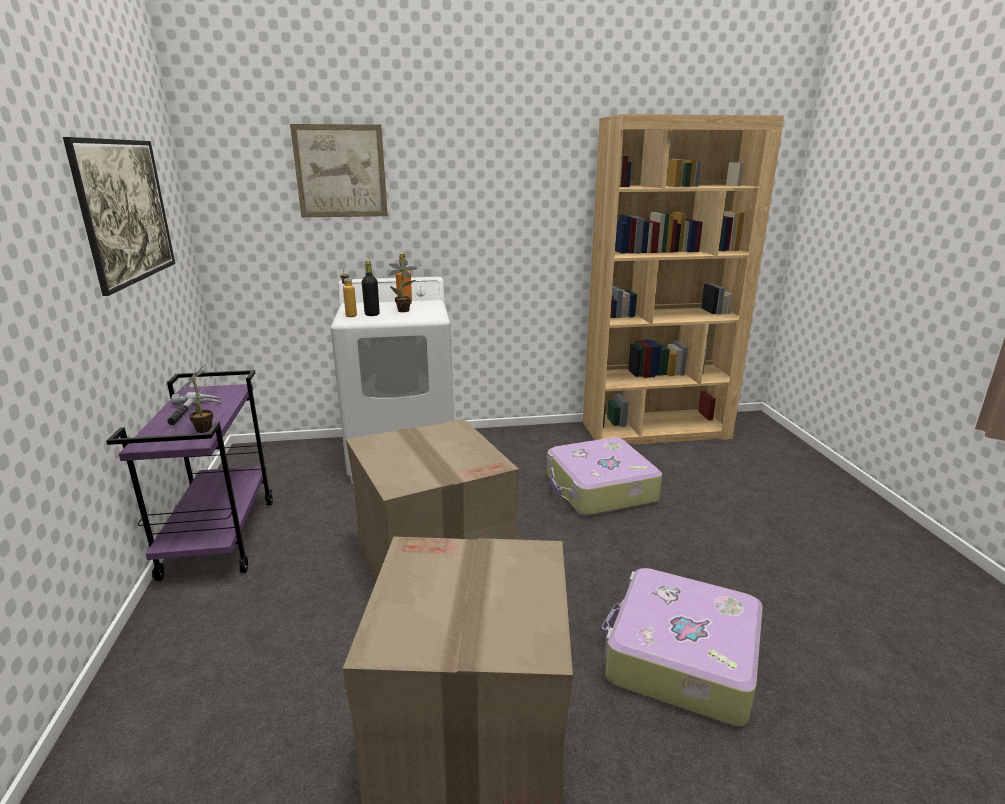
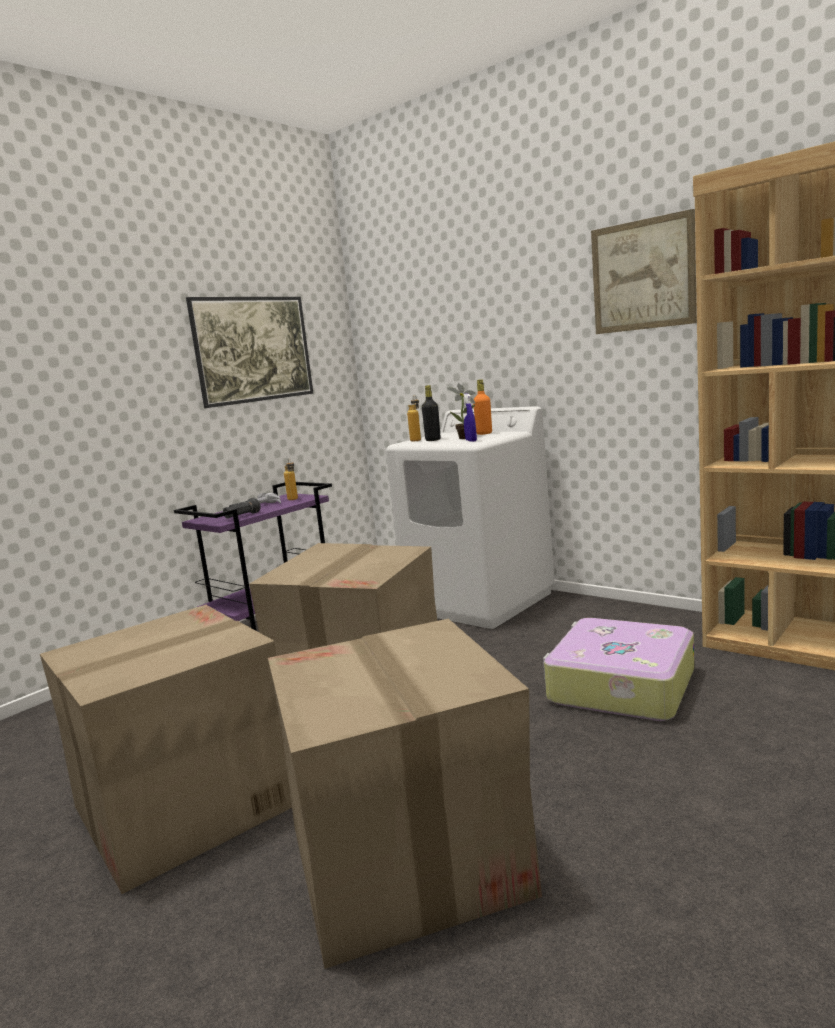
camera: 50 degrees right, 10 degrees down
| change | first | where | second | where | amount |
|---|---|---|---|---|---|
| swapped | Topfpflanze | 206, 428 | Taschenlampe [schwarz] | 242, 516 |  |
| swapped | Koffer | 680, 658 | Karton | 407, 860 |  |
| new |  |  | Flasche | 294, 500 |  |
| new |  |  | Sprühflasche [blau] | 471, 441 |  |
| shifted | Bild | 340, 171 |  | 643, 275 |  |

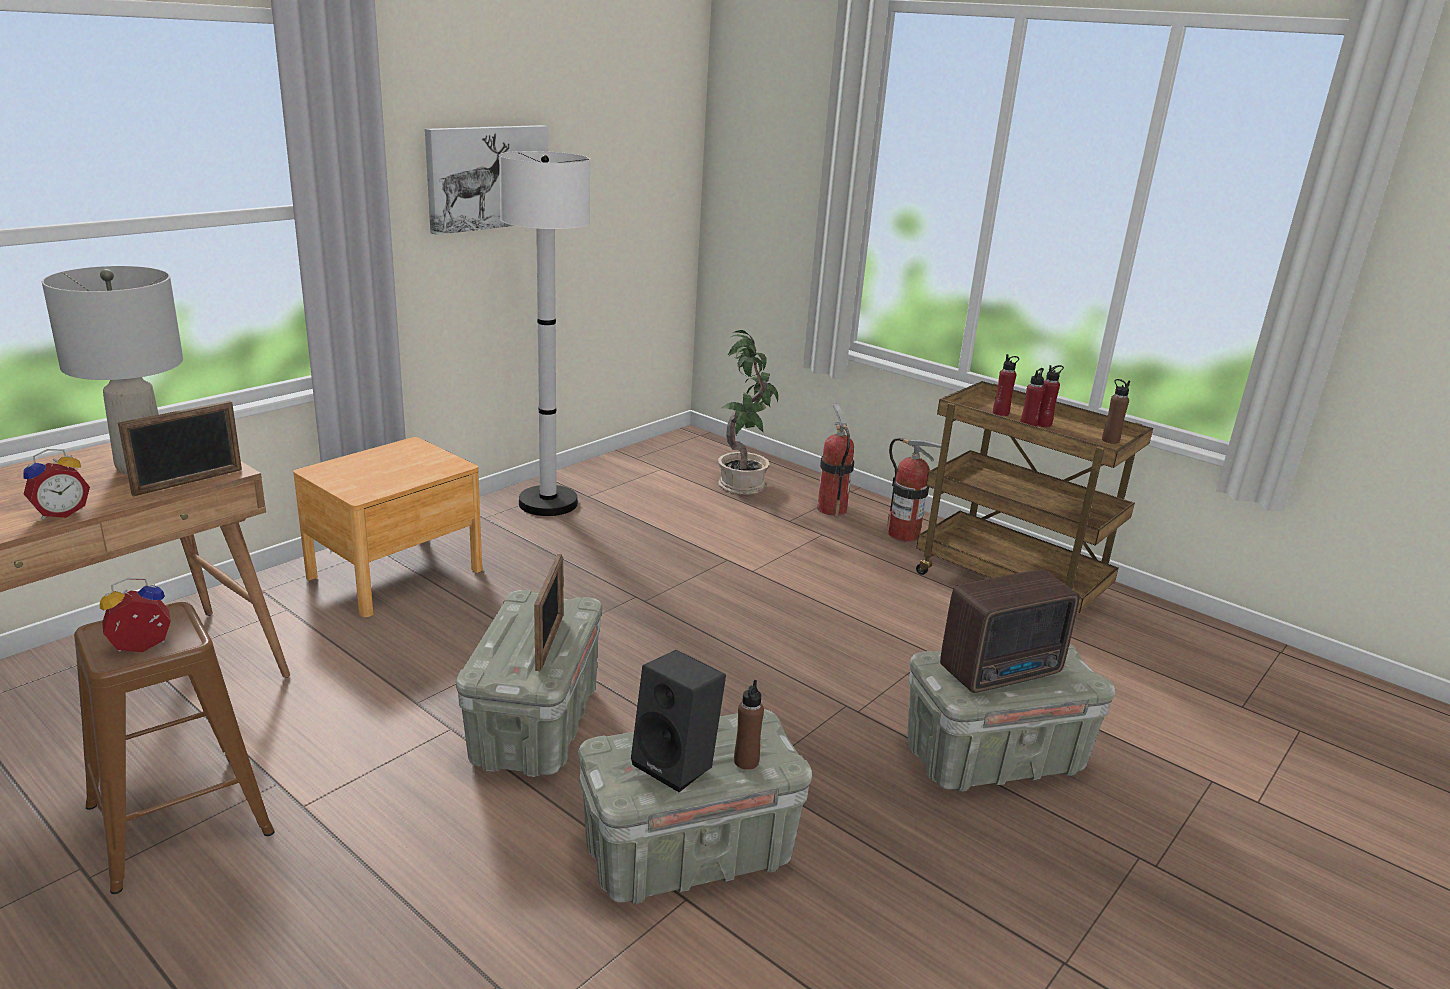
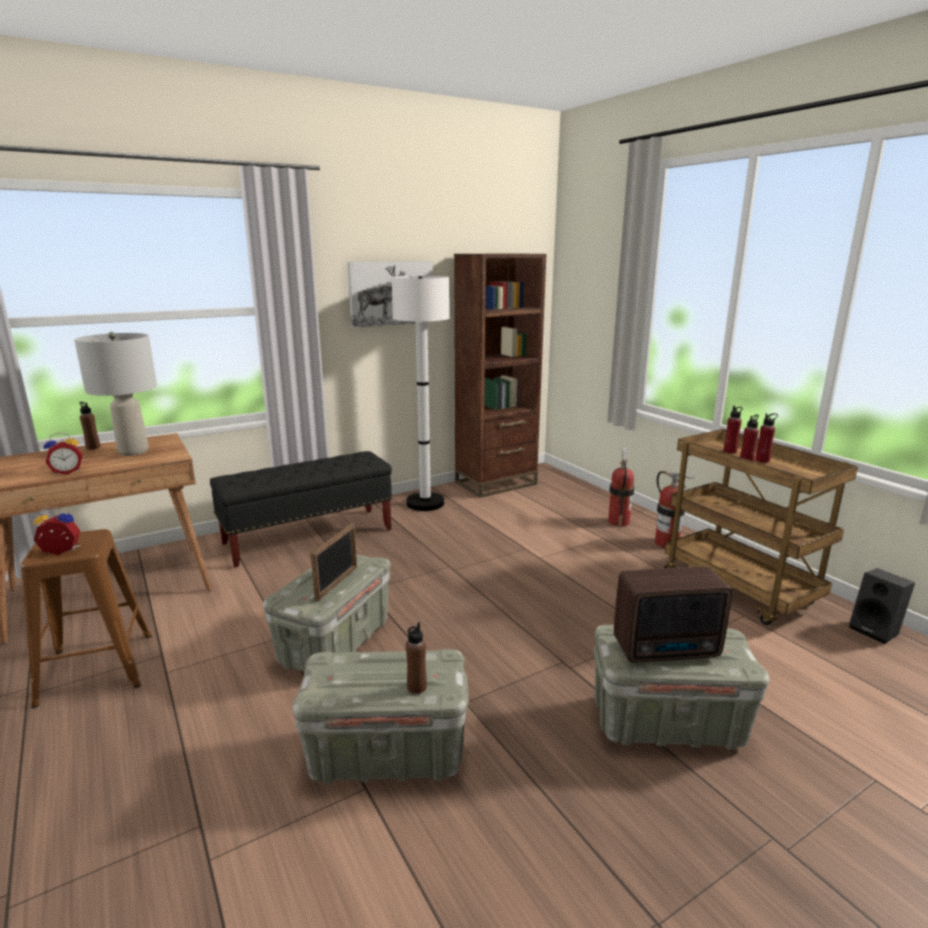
camera: 20 degrees right, 5 degrees down
| change | first | where | second | where | amount |
|---|---|---|---|---|---|
| shifted | Flasche [braun] | 1110, 440 |  | 93, 447 |  |
| swapped | Nachttisch [braun] | 395, 573 | Bank [schwarz] | 309, 537 |  |
| new |  |  | Bücherregal [braun] | 496, 483 |  |
| shifted | Lautsprecher [schwarz] | 678, 764 |  | 876, 630 |  |
| gone | Bilderrahmen | 188, 482 |  |  |  |
| gone | Topfpflanze | 743, 486 |  |  |  |

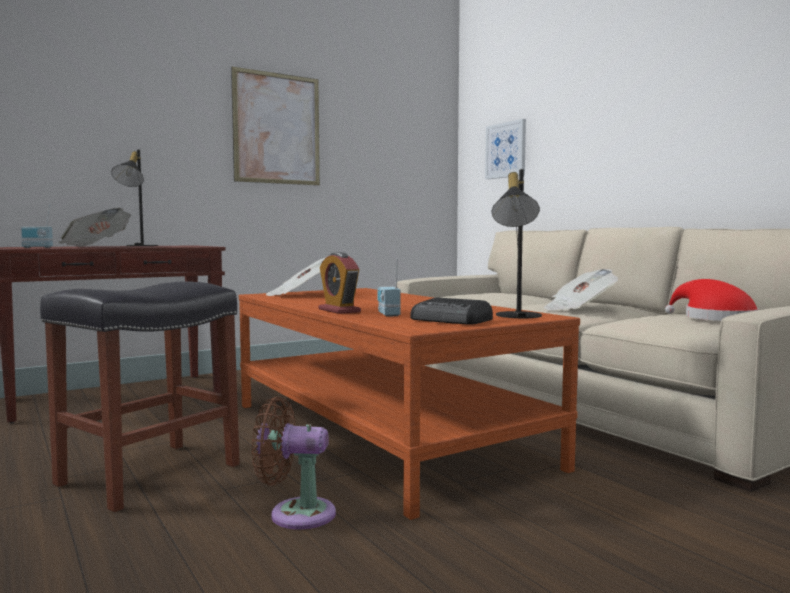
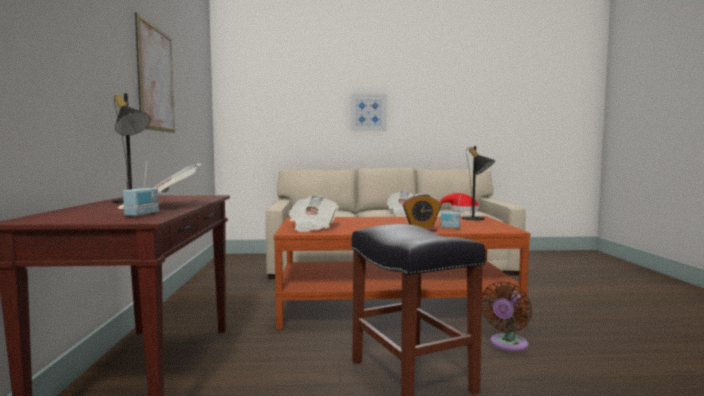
camera: 60 degrees left, 0 degrees up
| change | first | where | second | where | amount |
|---|---|---|---|---|---|
| shifted | Bild | 506, 150 |  | 368, 112 |  |
| gone | Radio | 451, 320 |  |  |  |

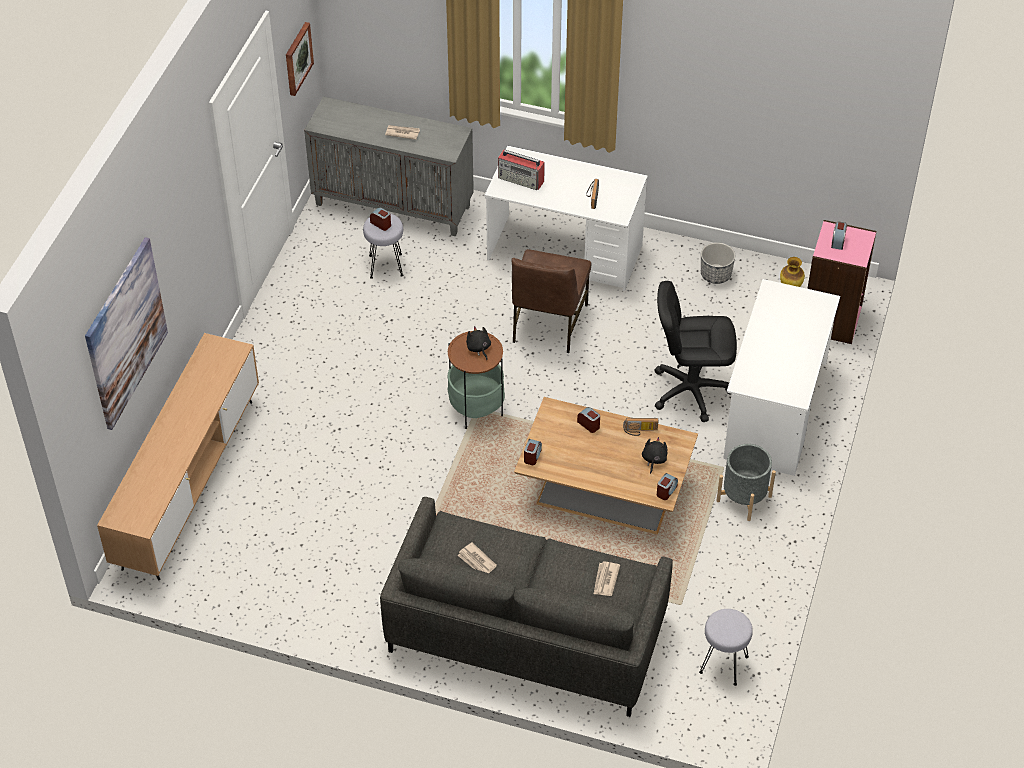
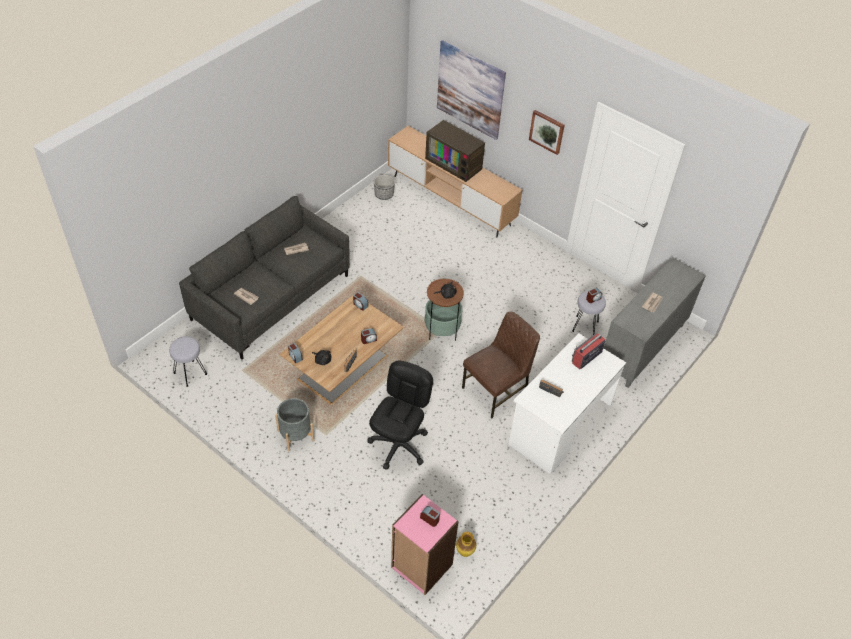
camera: 110 degrees right, 0 degrees up
| change | first | where | second | where | amount |
|---|---|---|---|---|---|
| shifted | Pflanzkübel | 715, 274 |  | 384, 195 |  |
| new |  |  | Fernseher | 455, 163 |  |
| rotated | Stuhl [braun] | 548, 324 |  | 496, 390 | 105 degrees clockwise |
| shifted | Bild | 297, 58 |  | 547, 131 |  |
| gone | Schreibtisch [weiß] | 775, 410 |  |  |  |

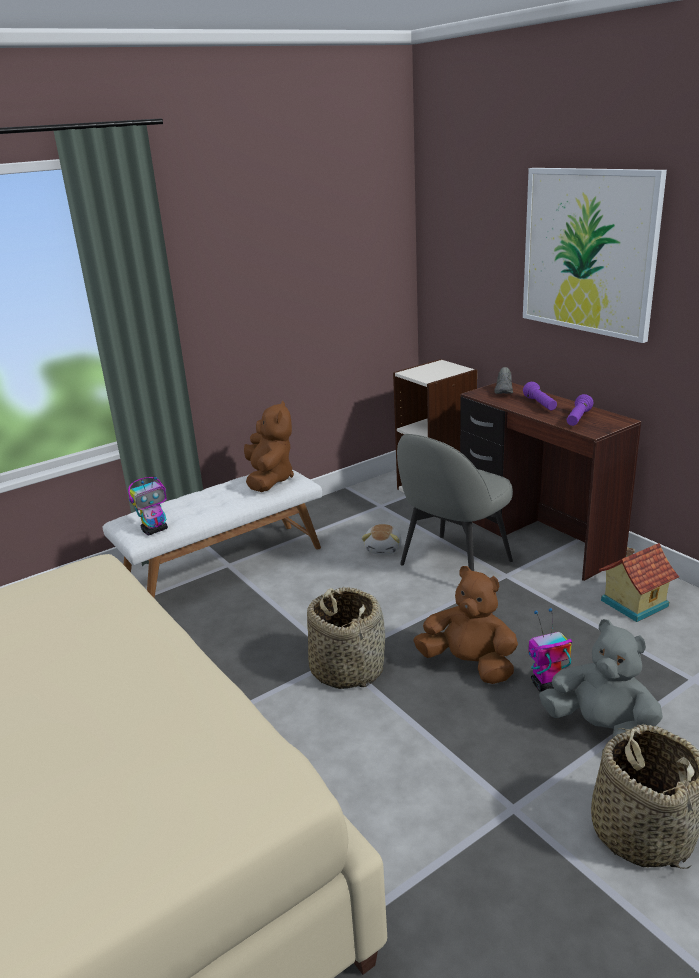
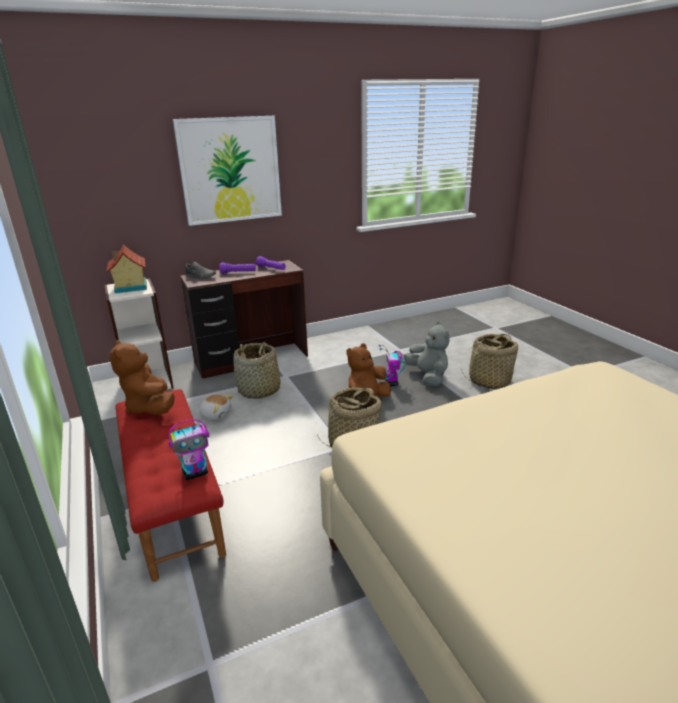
camera: 80 degrees left, 0 degrees up
| change | first | where | second | where | amount |
|---|---|---|---|---|---|
| shifted | Spielzeughaus | 632, 602 |  | 129, 287 |  |
| rotated | Plüschtier [braun] | 269, 479 |  | 150, 407 | 120 degrees counterclockwise |
| repainted | Bank [weiß] | 224, 567 | Bank [rot] | 172, 500 |  |
| rotated | Spielzeugroboter | 155, 530 |  | 196, 473 | 90 degrees clockwise |
| swapped | Stuhl [grau] | 453, 564 | Korb | 259, 390 |  |
| rotated | Plüschtier [grau] | 601, 730 |  | 428, 376 | 105 degrees clockwise |

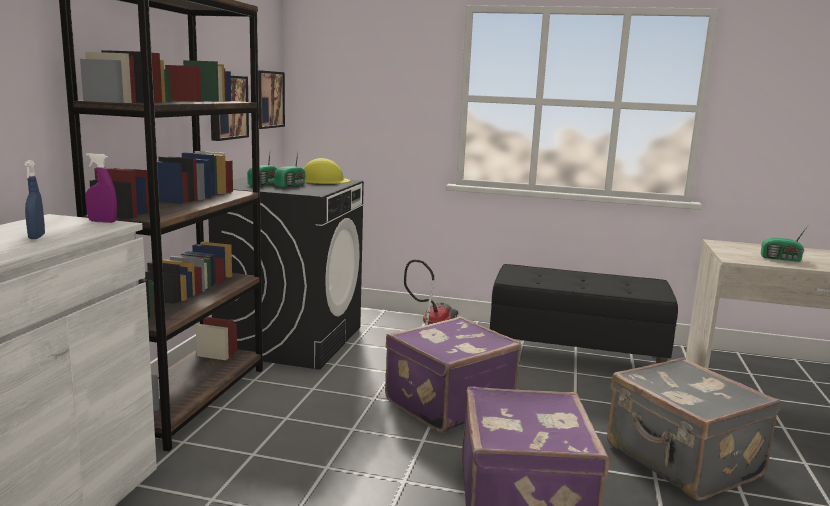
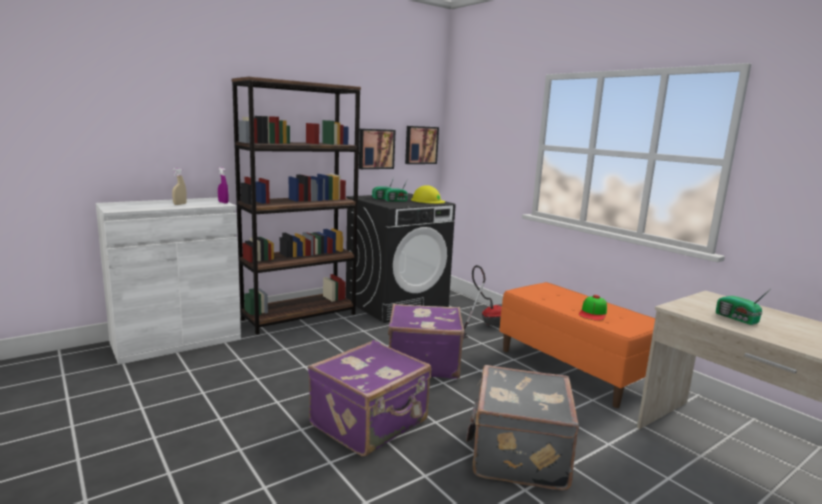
camera: 40 degrees right, 0 degrees up
| change | first | where | second | where | amount |
|---|---|---|---|---|---|
| repainted | Sprühflasche [blau] | 37, 237 | Sprühflasche [beige] | 180, 204 |  |
| repainted | Bank [schwarz] | 575, 356 | Bank [orange] | 573, 369 |  |
| new |  |  | Kappe | 593, 313 |  |

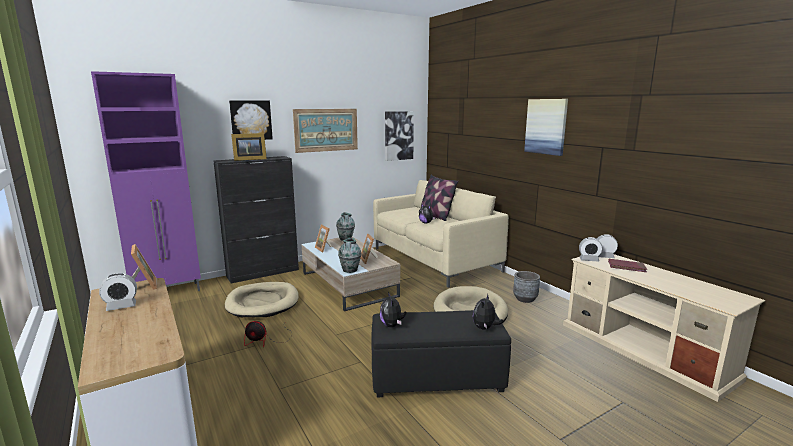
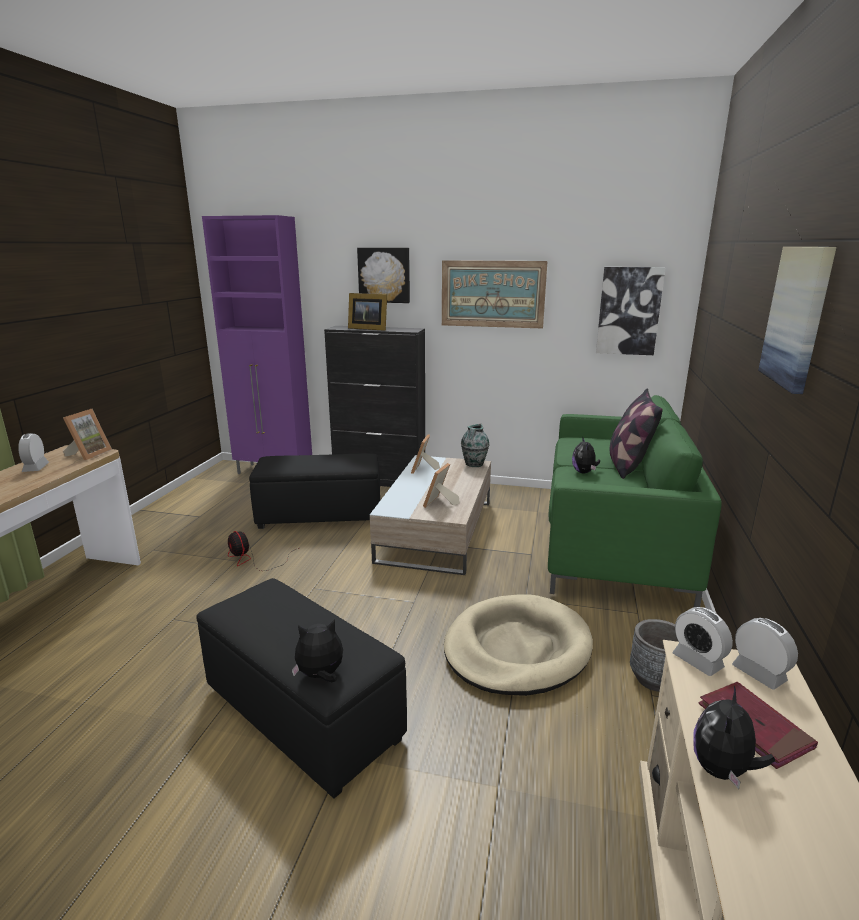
camera: 45 degrees right, 5 degrees up
| change | first | where | second | where | amount |
|---|---|---|---|---|---|
| rotated | Wecker | 121, 306 |  | 36, 468 | 60 degrees clockwise |
| swapped | Hundebett [beige] | 263, 302 | Polsterhocker [schwarz] | 321, 515 |  |
| repainted | Sofa [beige] | 434, 260 | Sofa [grün] | 613, 541 |  |
| shifted | Plüschtier | 392, 325 |  | 722, 770 |  |
| gone | Vase | 350, 270 |  |  |  |

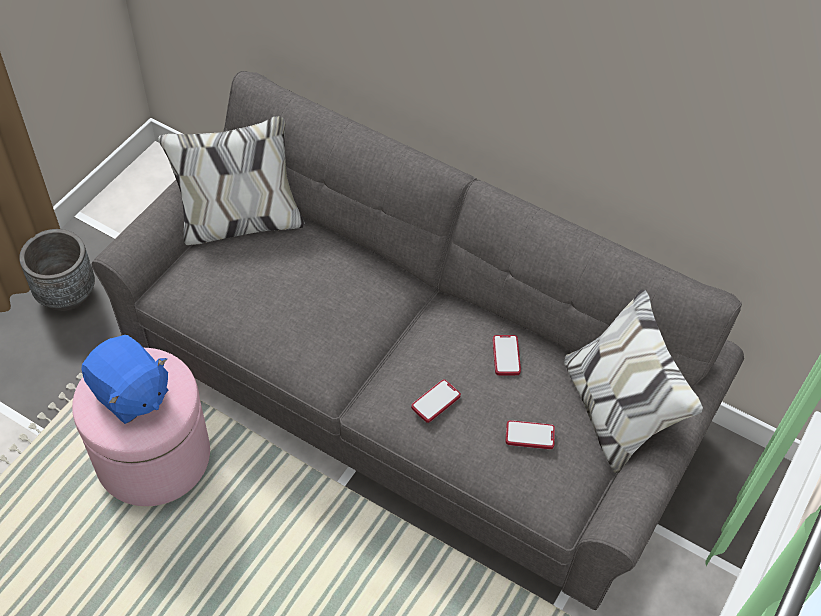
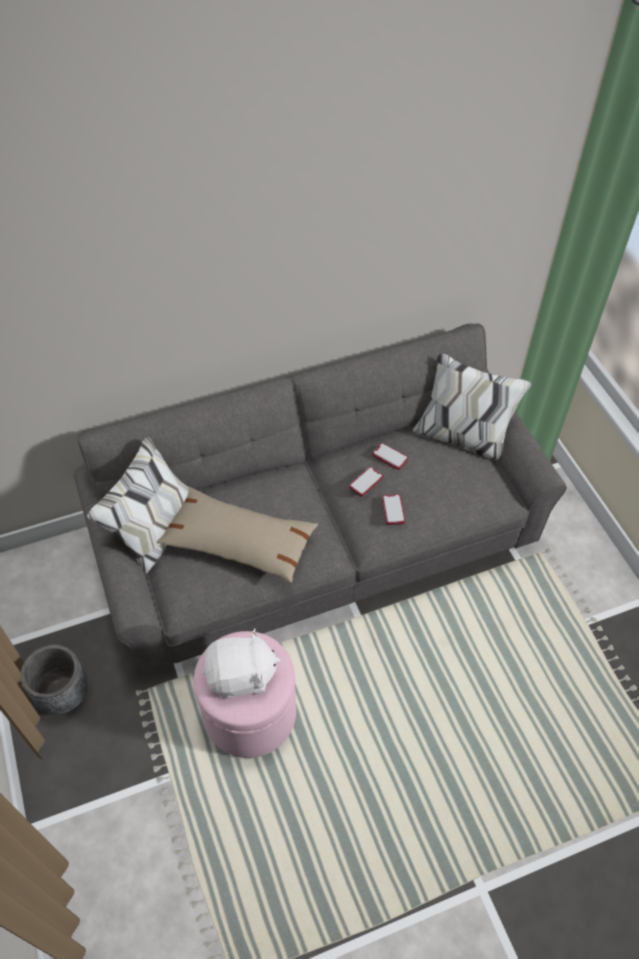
camera: 50 degrees left, 0 degrees up
| change | first | where | second | where | amount |
|---|---|---|---|---|---|
| new |  |  | Kissen [beige] | 238, 542 |  |
| repainted | Plüschtier [blau] | 130, 394 | Plüschtier [weiß] | 241, 676 |  |
| shifted | Handy | 530, 435 |  | 366, 482 |  |

